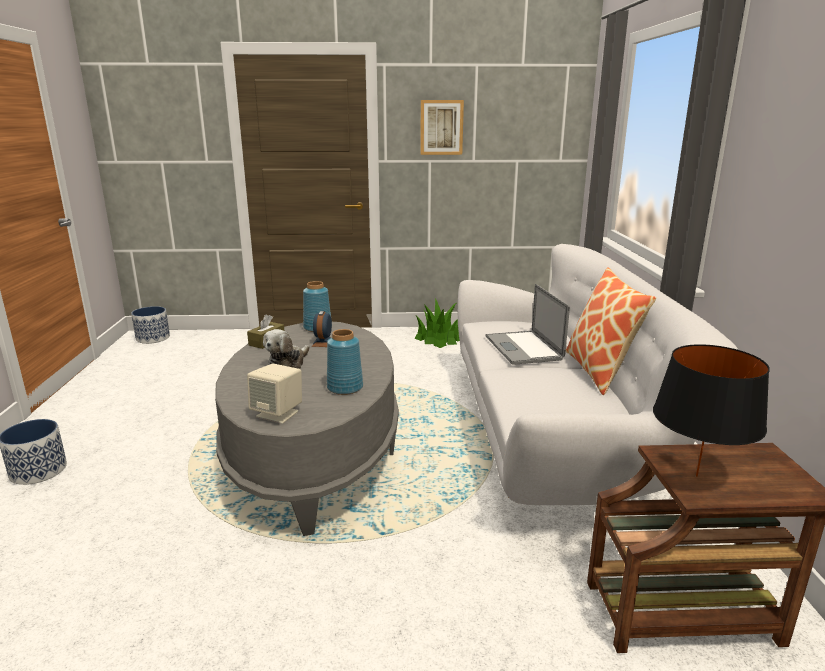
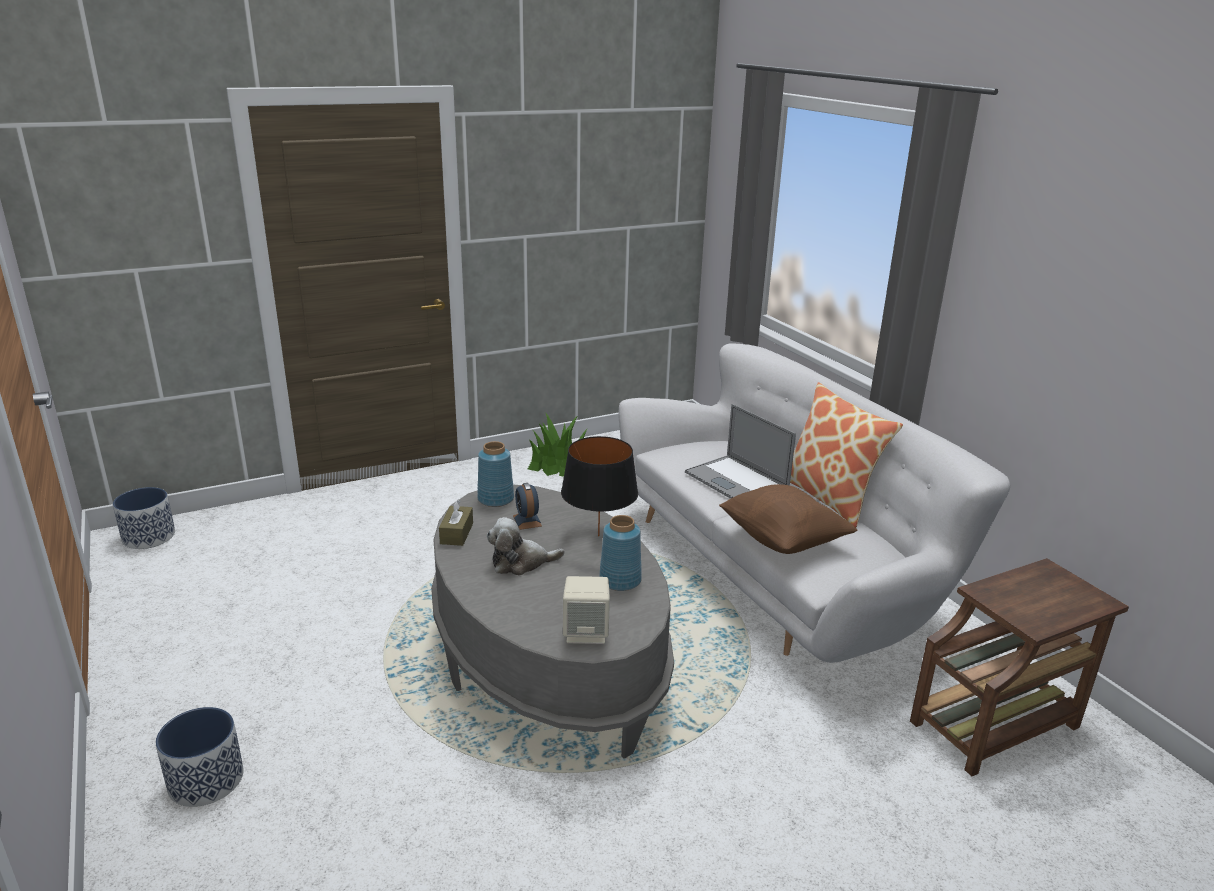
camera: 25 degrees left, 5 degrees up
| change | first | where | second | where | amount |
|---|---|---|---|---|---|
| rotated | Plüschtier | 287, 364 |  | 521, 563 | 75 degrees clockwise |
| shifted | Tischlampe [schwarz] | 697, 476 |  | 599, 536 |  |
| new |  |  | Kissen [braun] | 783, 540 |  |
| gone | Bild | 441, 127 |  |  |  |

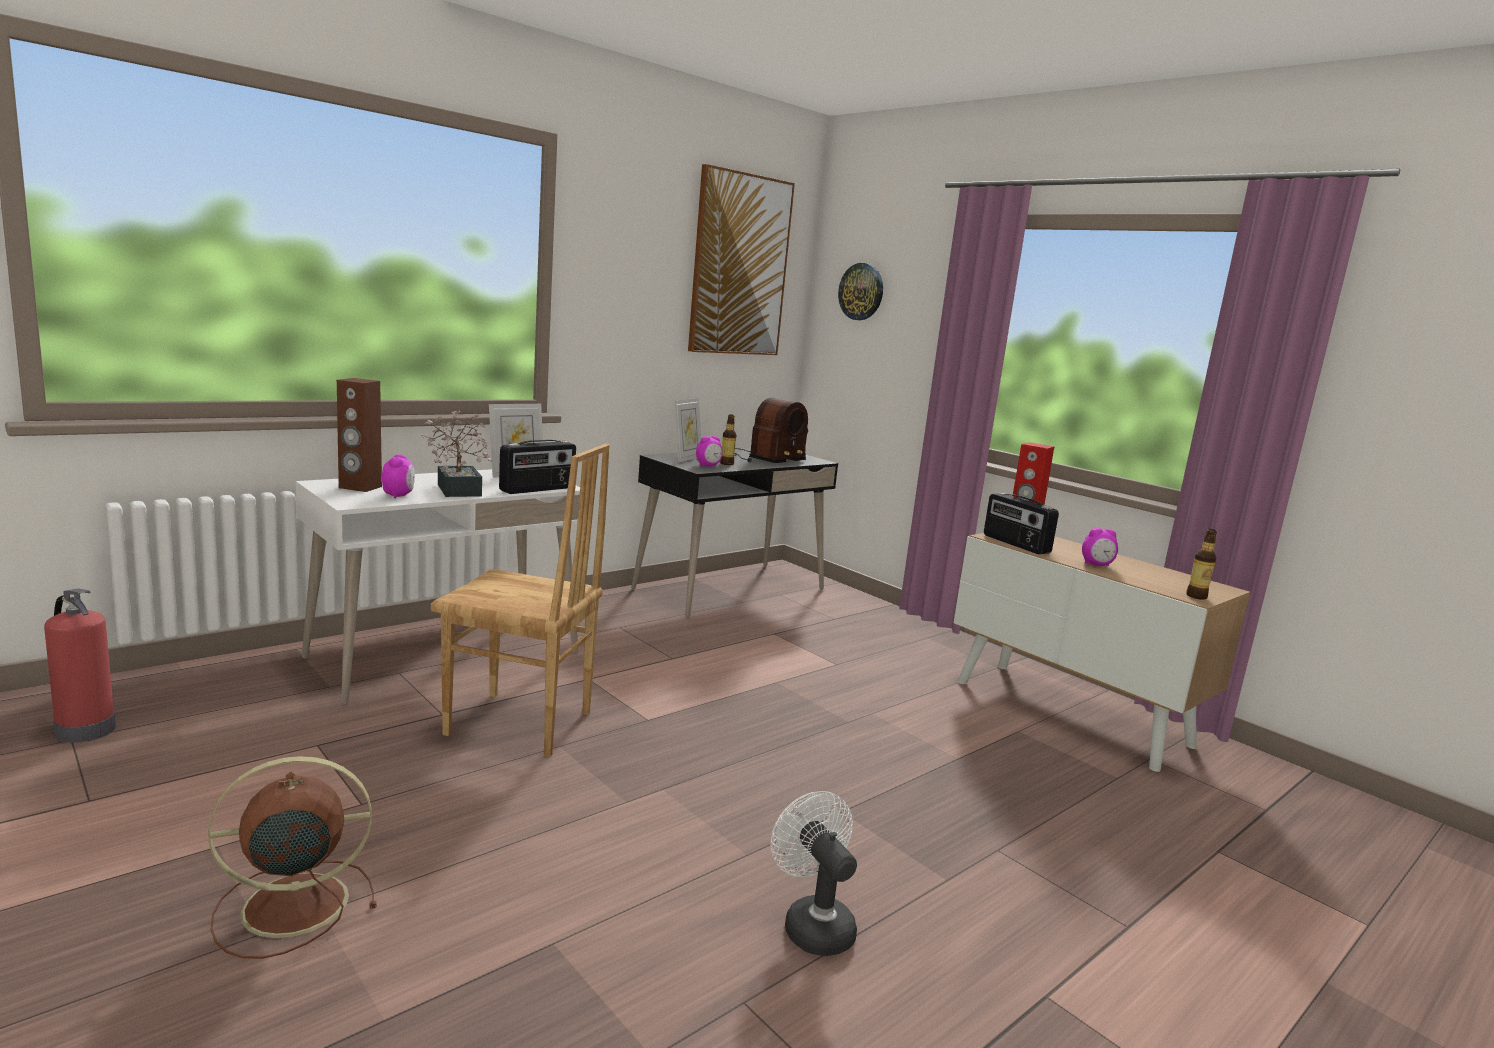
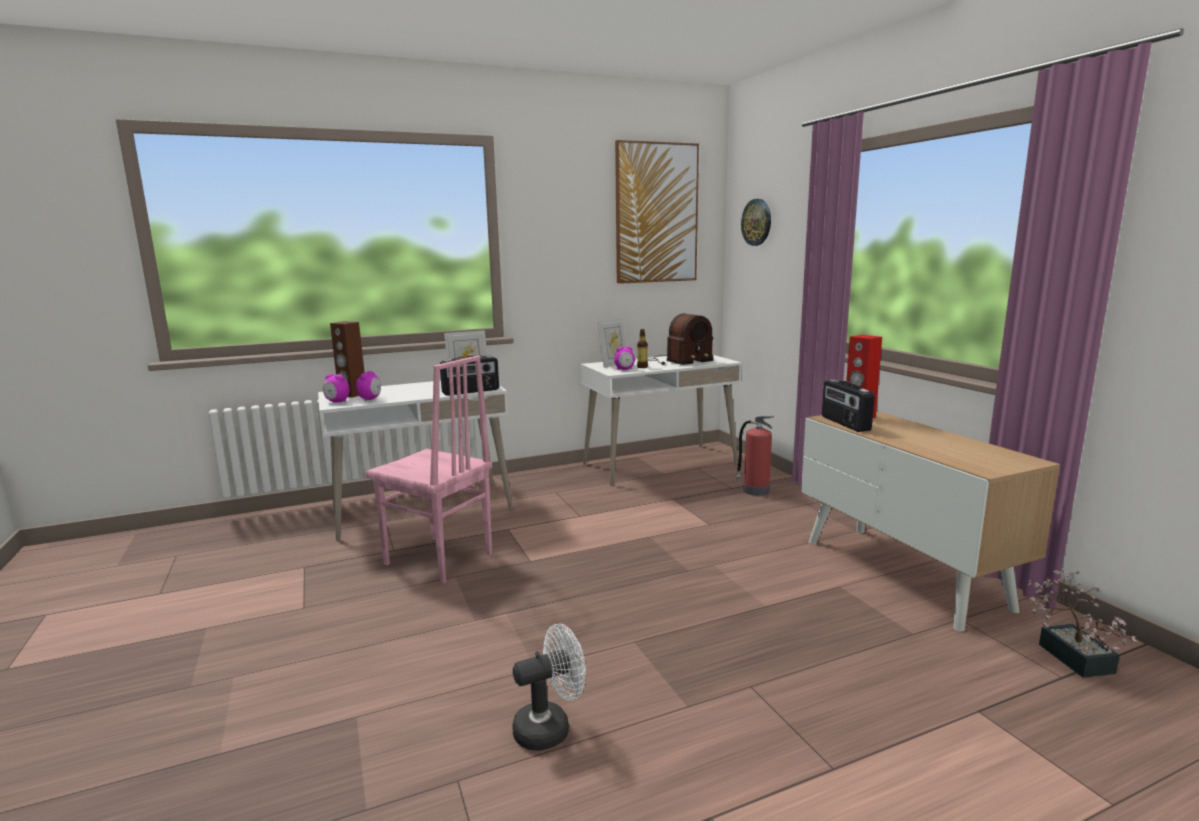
camera: 20 degrees right, 0 degrees up
| change | first | where | second | where | amount |
|---|---|---|---|---|---|
| shifted | Wecker | 1096, 565 |  | 337, 402 |  |
| repainted | Stuhl [braun] | 519, 725 | Stuhl [rosa] | 438, 560 |  |
| rotated | Ventilator [weiß] | 812, 924 |  | 550, 728 | 75 degrees clockwise |
| repainted | Schreibtisch [schwarz] | 729, 589 | Schreibtisch [weiß] | 659, 464 |  |
| shifted | Feuerlöscher | 84, 729 |  | 755, 490 |  |
| shifted | Topfpflanze | 459, 488 |  | 1070, 654 |  |
| gone | Ventilator [braun] | 290, 906 |  |  |  |
| gone | Flasche | 1196, 596 |  |  |  |

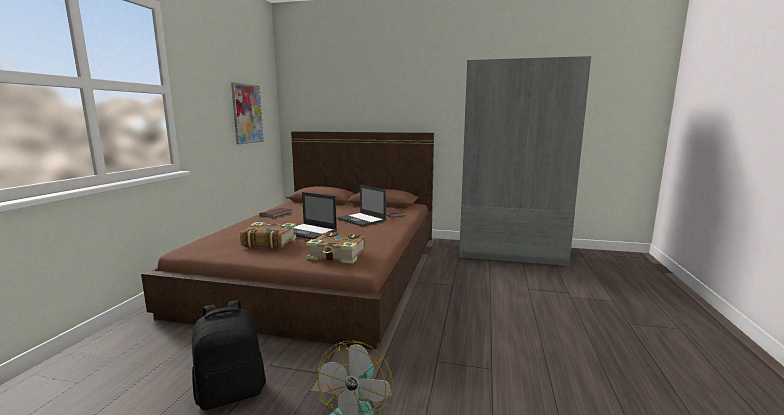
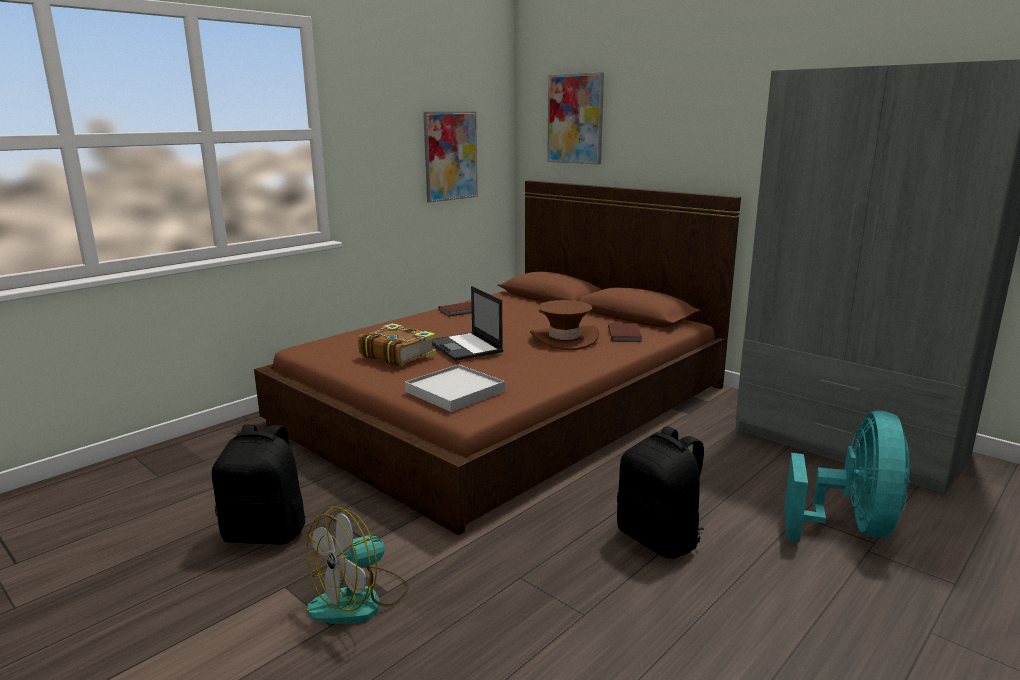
camera: 30 degrees right, 5 degrees up
| change | first | where | second | where | amount |
|---|---|---|---|---|---|
| swapped | Buch | 337, 256 | Tablett [weiß] | 455, 391 |  |
| swapped | Laptop | 362, 220 | Hut [braun] | 564, 339 |  |
| new |  |  | Bild | 575, 119 |  |
| new |  |  | Rucksack [schwarz] | 659, 539 |  |
| new |  |  | Ventilator [türkis] | 850, 527 |  |

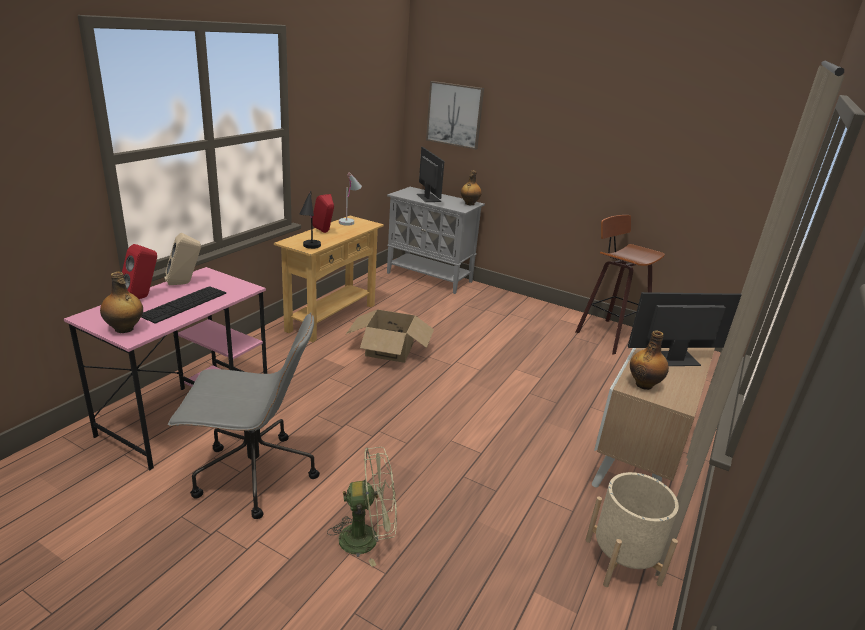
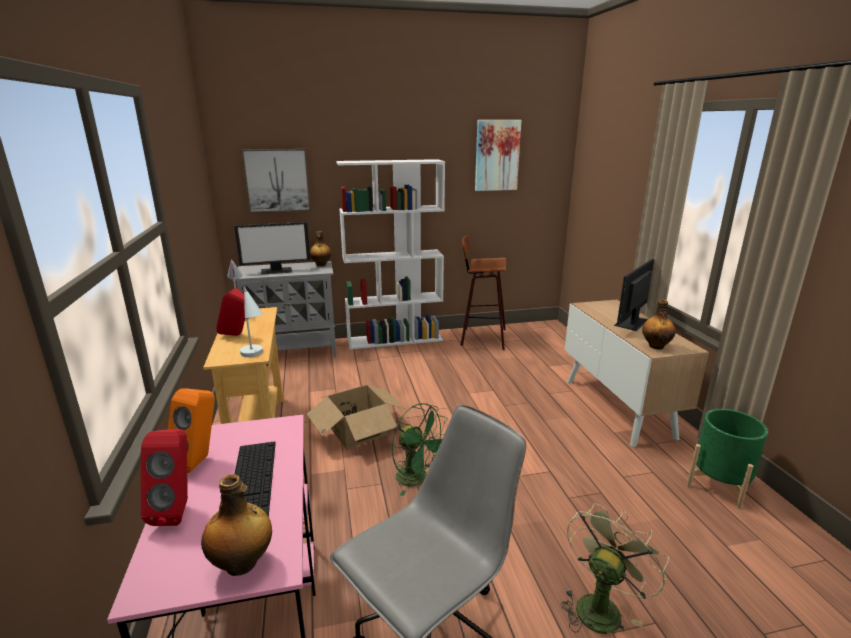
camera: 40 degrees left, 5 degrees down
| change | first | where | second | where | amount |
|---|---|---|---|---|---|
| repainted | Lautsprecher [beige] | 185, 283 | Lautsprecher [orange] | 199, 460 |  |
| rotated | Monitor | 428, 198 |  | 277, 270 | 135 degrees clockwise |
| repainted | Tischlampe [schwarz] | 309, 248 | Tischlampe [weiß] | 255, 356 |  |
| new |  |  | Bücherregal [weiß] | 395, 339 |  |
| new |  |  | Ventilator [grün] | 417, 479 |  |
| new |  |  | Bild | 497, 155 |  |
| repainted | Pflanzkübel [beige] | 622, 561 | Pflanzkübel [grün] | 719, 484 |  |

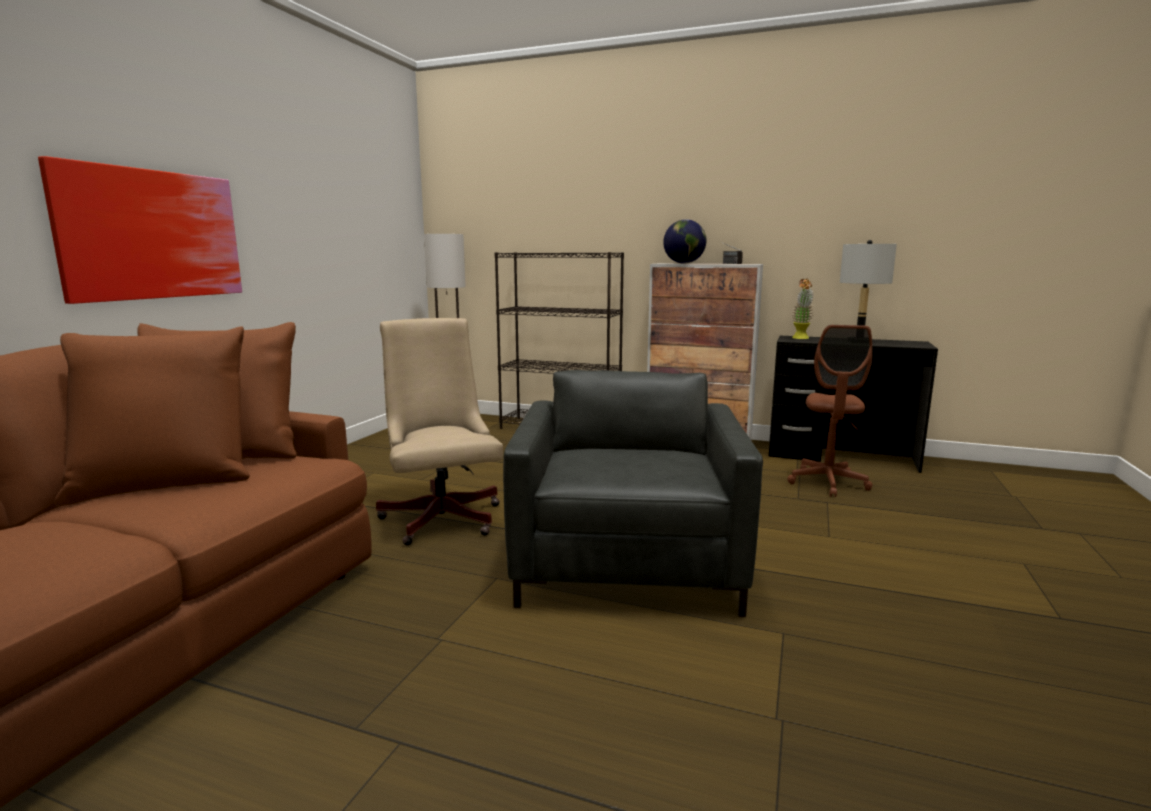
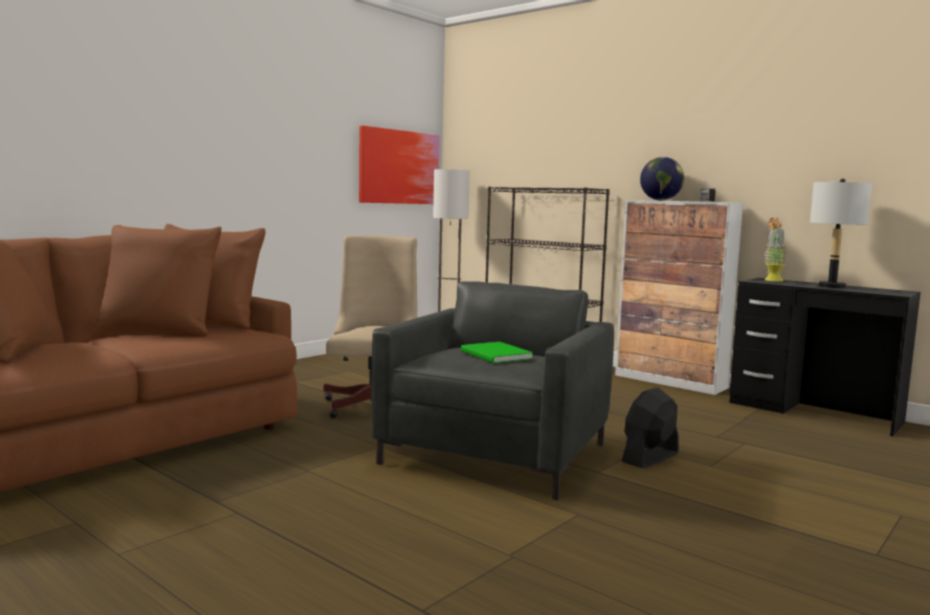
camera: 20 degrees right, 5 degrees down
| change | first | where | second | where | amount |
|---|---|---|---|---|---|
| shifted | Bild | 152, 235 |  | 399, 167 |  |
| new |  |  | Buch [grün] | 495, 355 |  |
| new |  |  | Ventilator [schwarz] | 650, 457 |  |
| gone | Bürostuhl [braun] | 827, 483 |  |  |  |

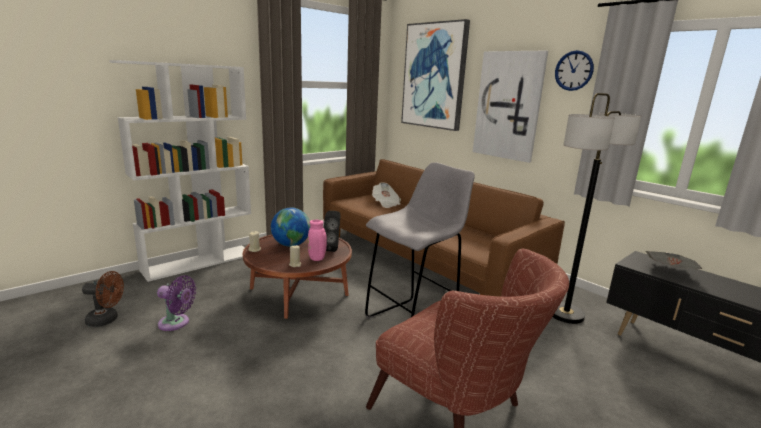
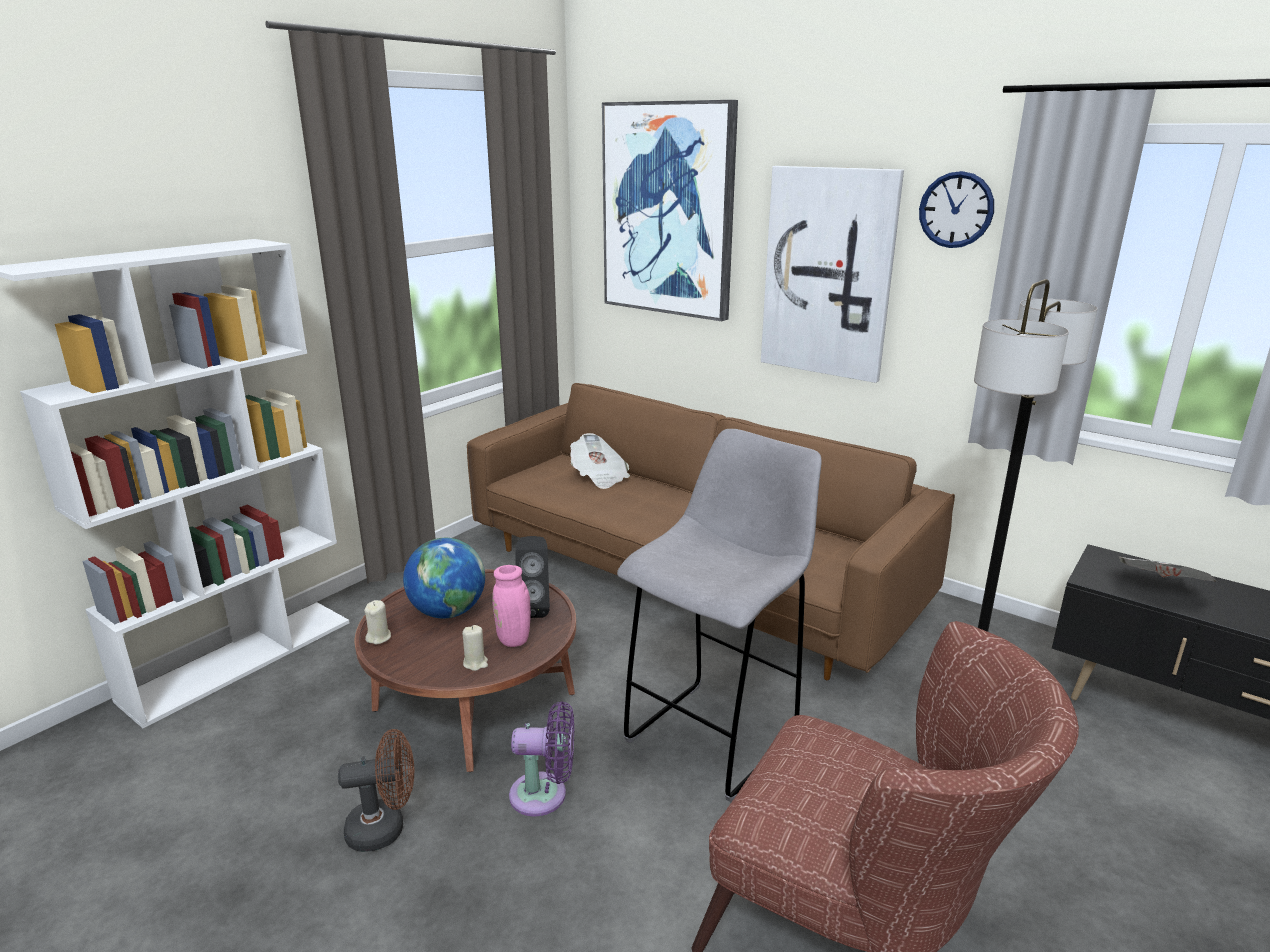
camera: 10 degrees left, 5 degrees up
| change | first | where | second | where | amount |
|---|---|---|---|---|---|
| shifted | Ventilator [braun] | 107, 320 |  | 385, 828 |  |
| shifted | Ventilator [lila] | 176, 323 |  | 544, 795 |  |

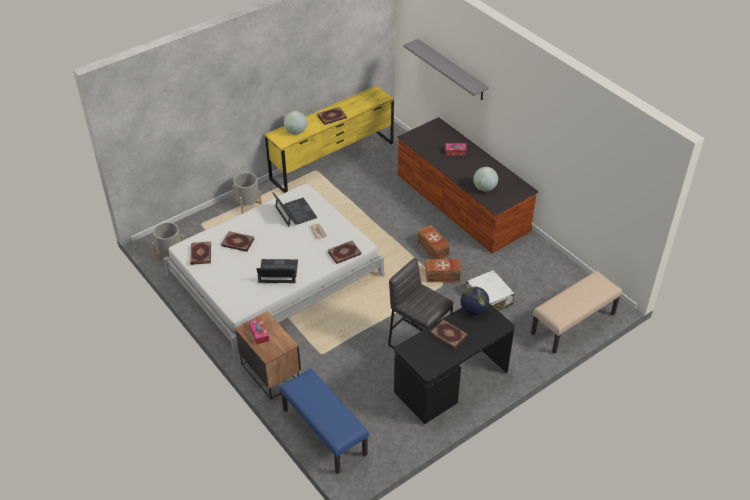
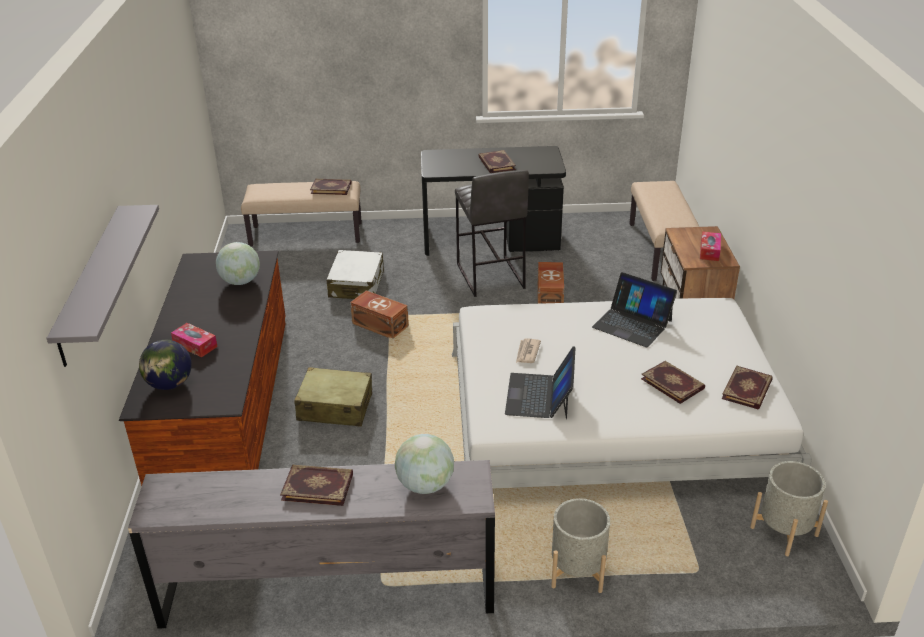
camera: 145 degrees left, 10 degrees down
| change | first | where | second | where | amount |
|---|---|---|---|---|---|
| repainted | Kommode [gelb] | 332, 161 | Kommode [grau] | 329, 591 |  |
| shifted | Globus | 473, 310 |  | 170, 384 |  |
| new |  |  | Koffer [beige] | 335, 407 |  |
| shifted | Buch | 344, 253 |  | 331, 188 |  |
| shifted | Aufbewahrungsbox [braun] | 433, 249 |  | 550, 295 |  |
| repainted | Bank [blau] | 323, 432 | Bank [beige] | 662, 251 |  |

